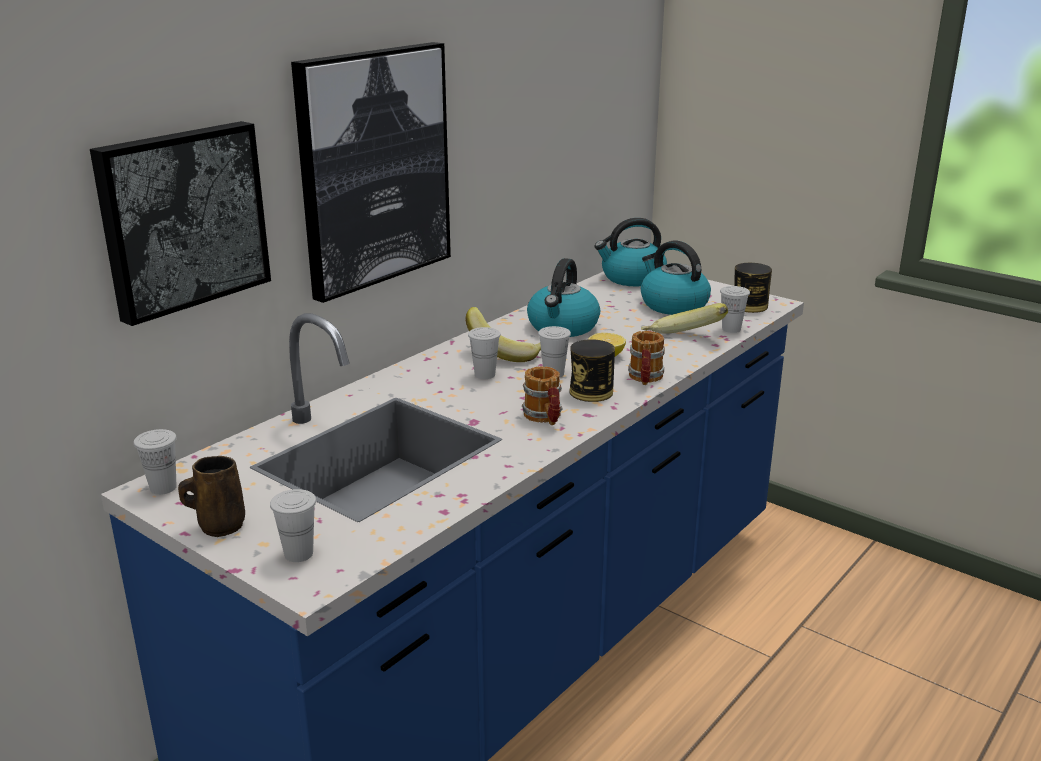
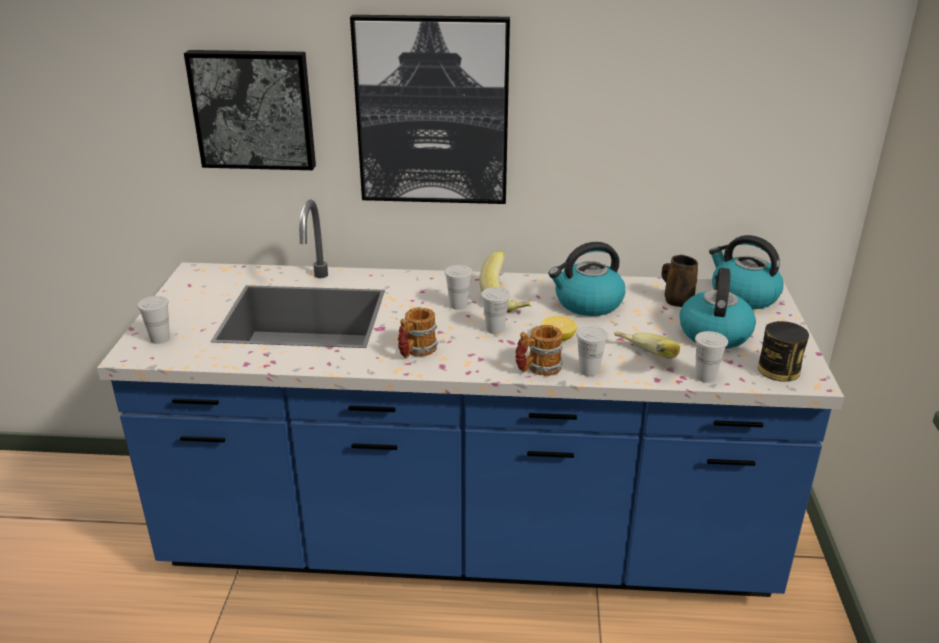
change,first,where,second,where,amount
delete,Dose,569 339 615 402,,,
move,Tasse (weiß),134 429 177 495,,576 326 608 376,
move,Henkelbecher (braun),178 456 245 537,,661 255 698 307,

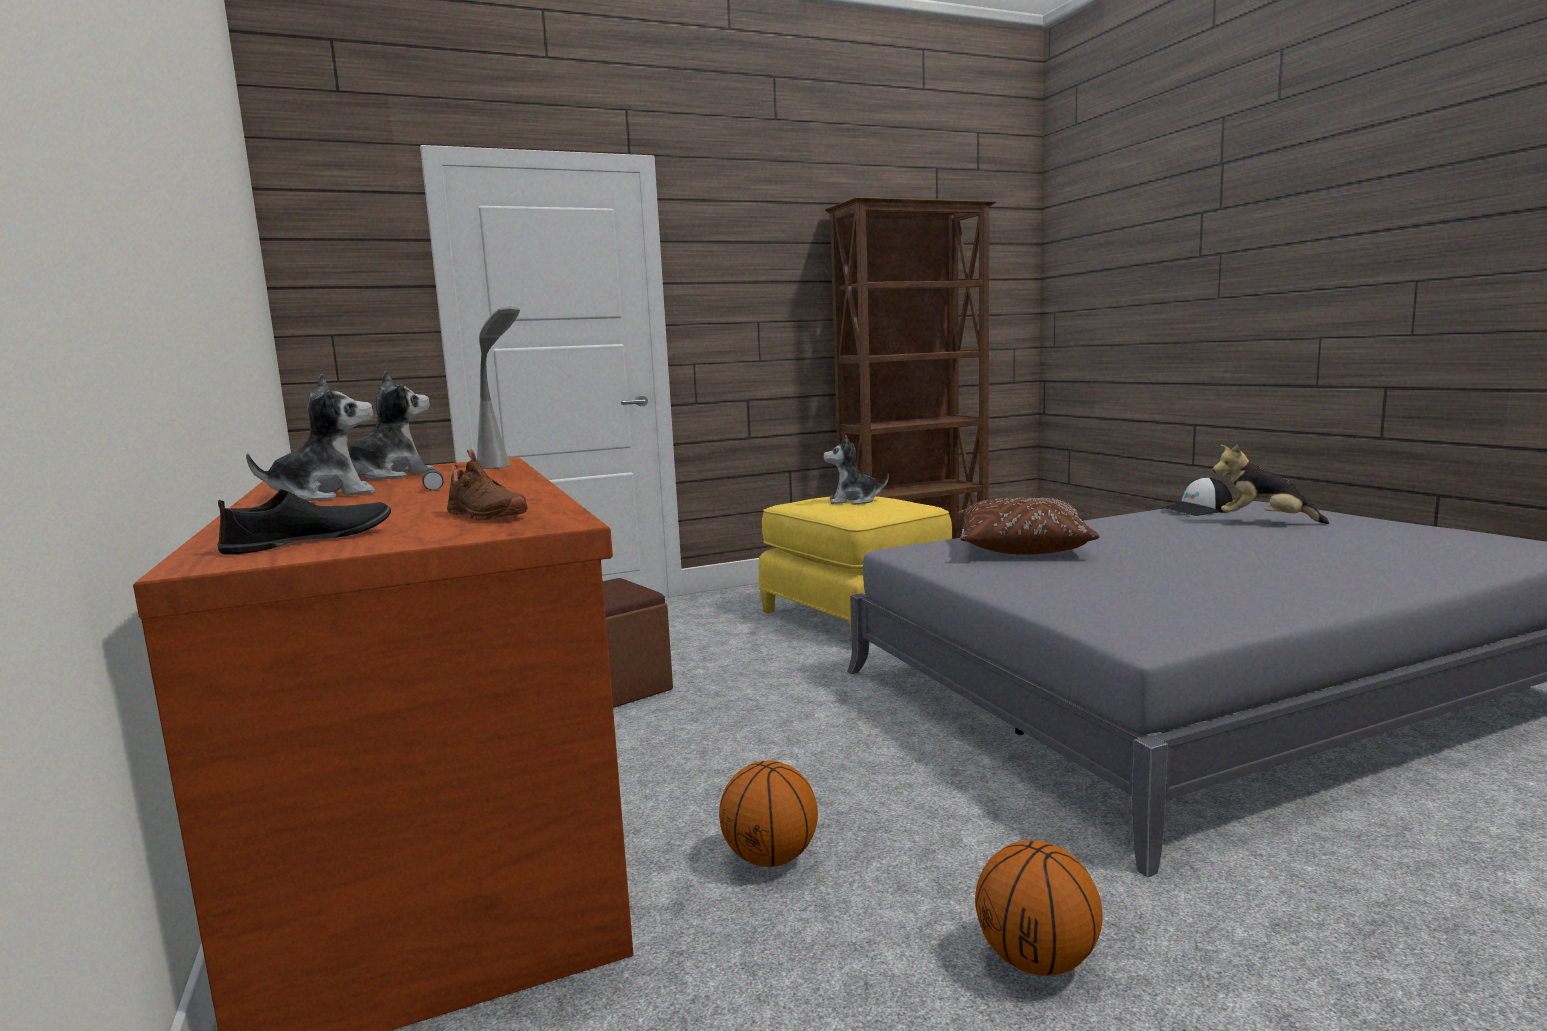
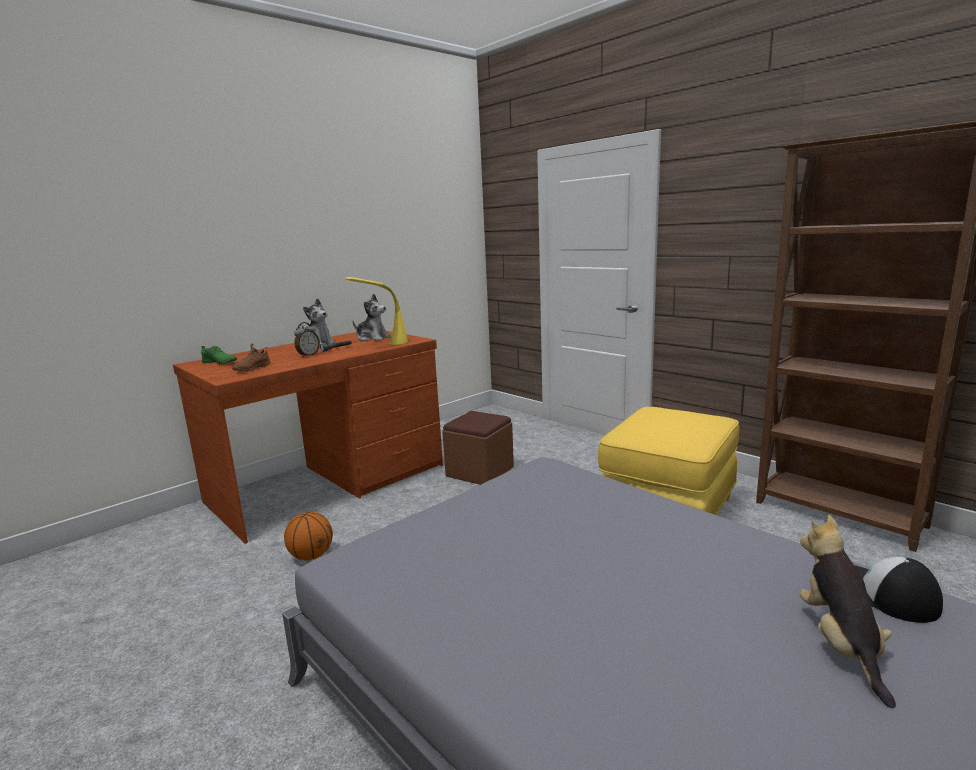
change,first,where,second,where,amount
recolor,Tischlampe (grau),477 306 520 469,Tischlampe (gelb),345 277 408 345,
delete,Plüschtier,823 435 889 505,,,
recolor,Schuh (schwarz),218 489 391 555,Schuh (grün),201 346 237 365,
delete,Kissen (braun),957 498 1099 555,,,
delete,Basketball,975 840 1103 976,,,
insert,,,Wecker,294 322 320 357,

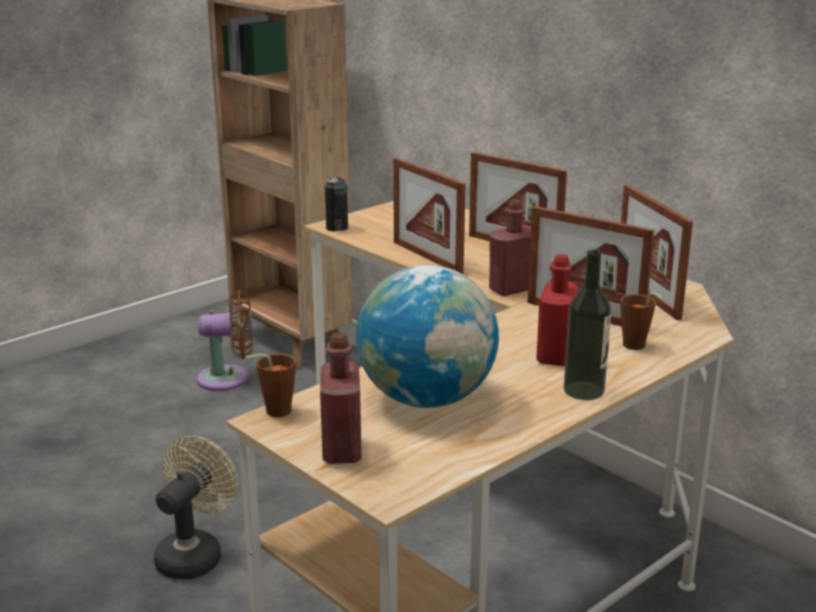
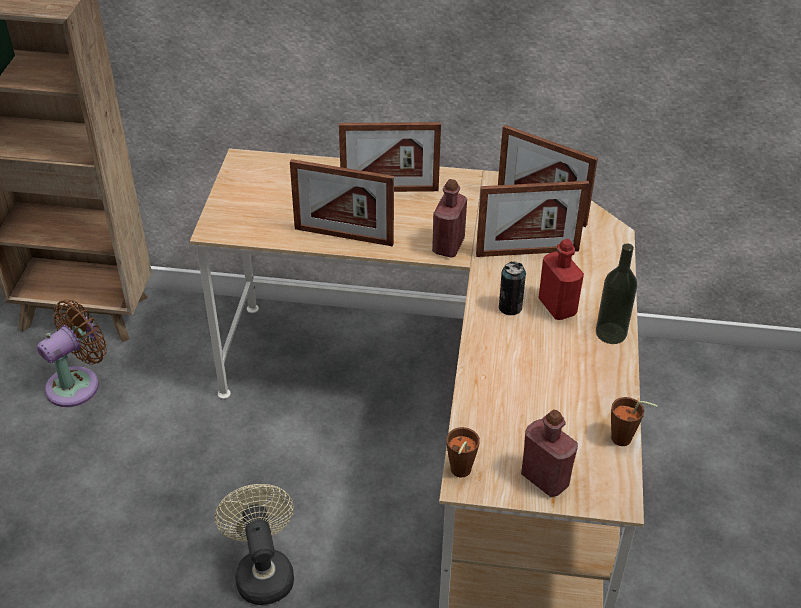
change,first,where,second,where,amount
move,Dose,325 177 348 232,,499 261 526 315,
delete,Globus,356 265 499 408,,,
move,Tasse (braun),620 292 663 350,,611 397 658 446,

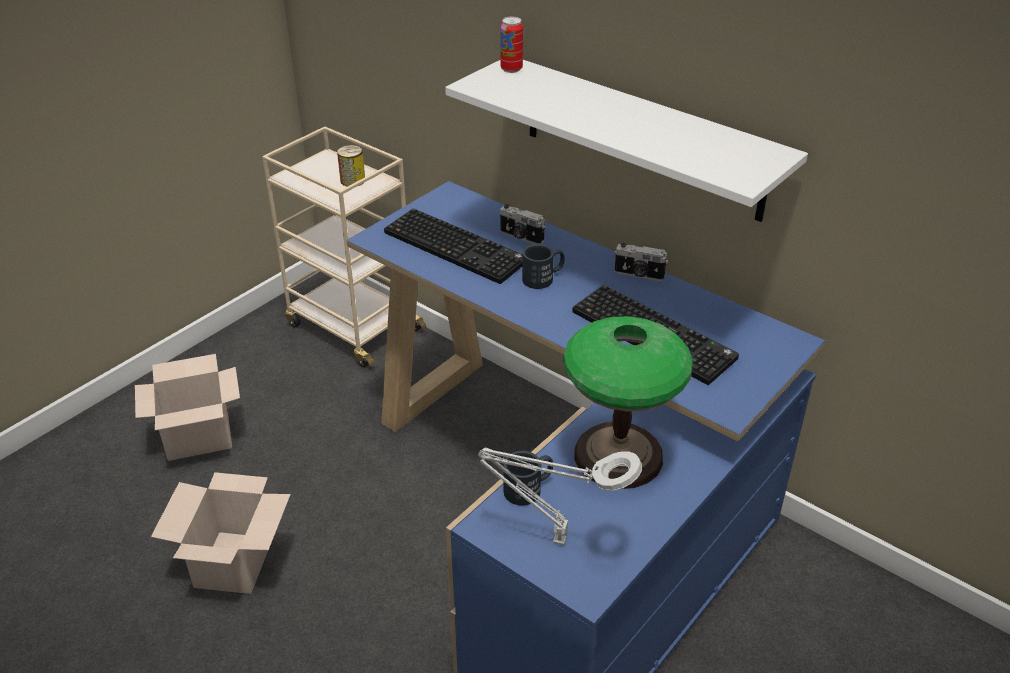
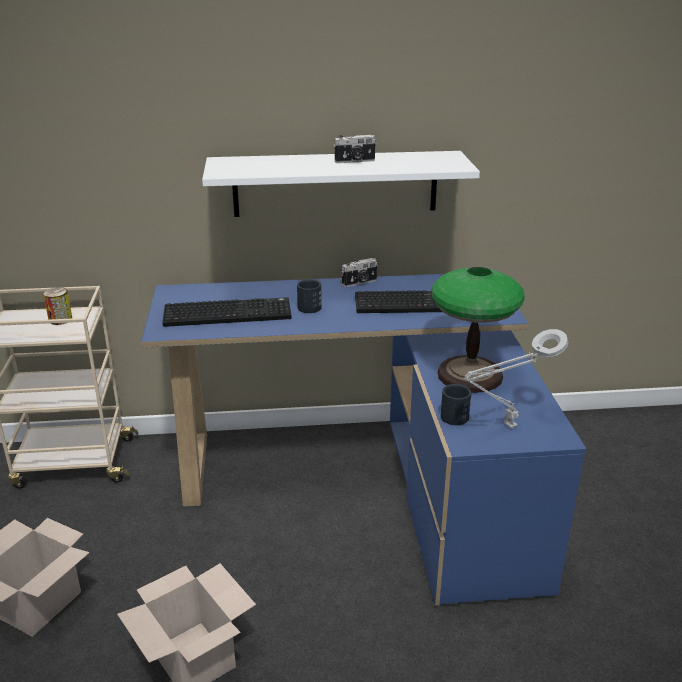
change,first,where,second,where,amount
delete,Dose,500 17 523 73,,,
move,Kamera,500 204 545 244,,333 135 377 163,

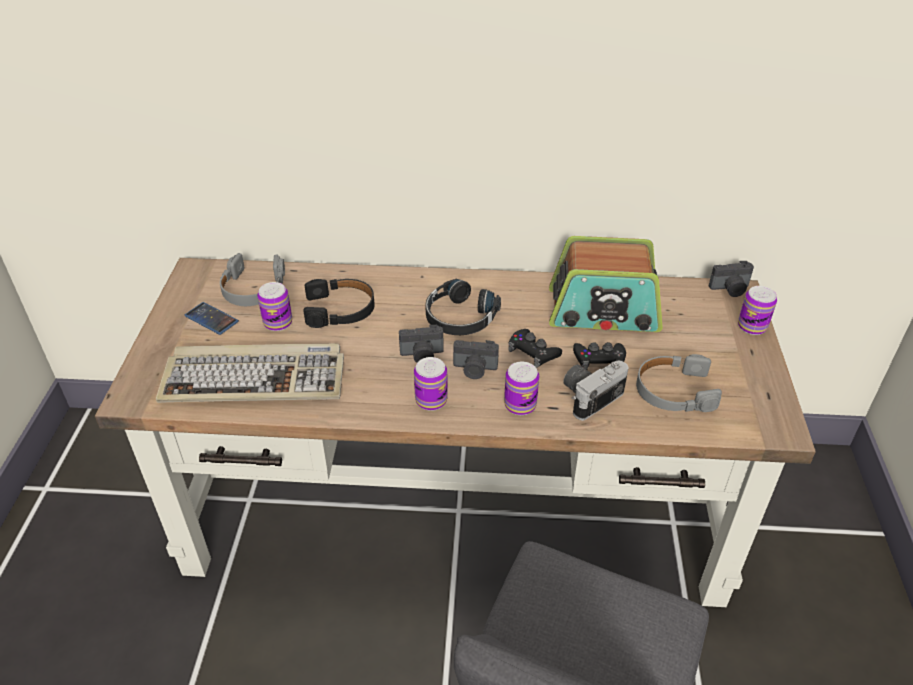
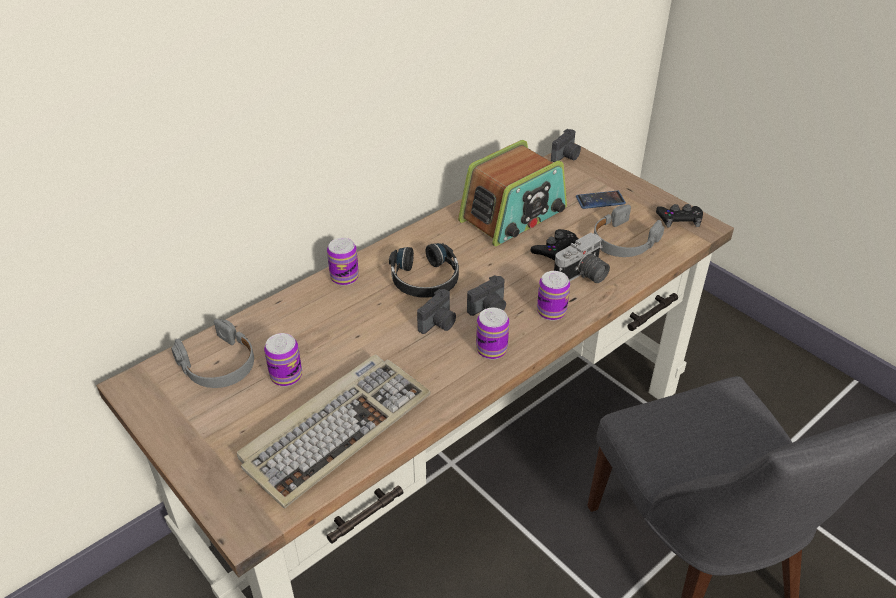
change,first,where,second,where,amount
delete,Kopfhörer (schwarz),303 279 375 328,,,
move,Dose,738 286 777 335,,327 238 359 286,
move,Handy,185 302 239 335,,576 191 626 209,
move,Gamepad (schwarz),508 329 562 368,,656 204 703 227,
rotate,Kamera,563 361 628 421,,554 233 610 283,135 degrees counterclockwise

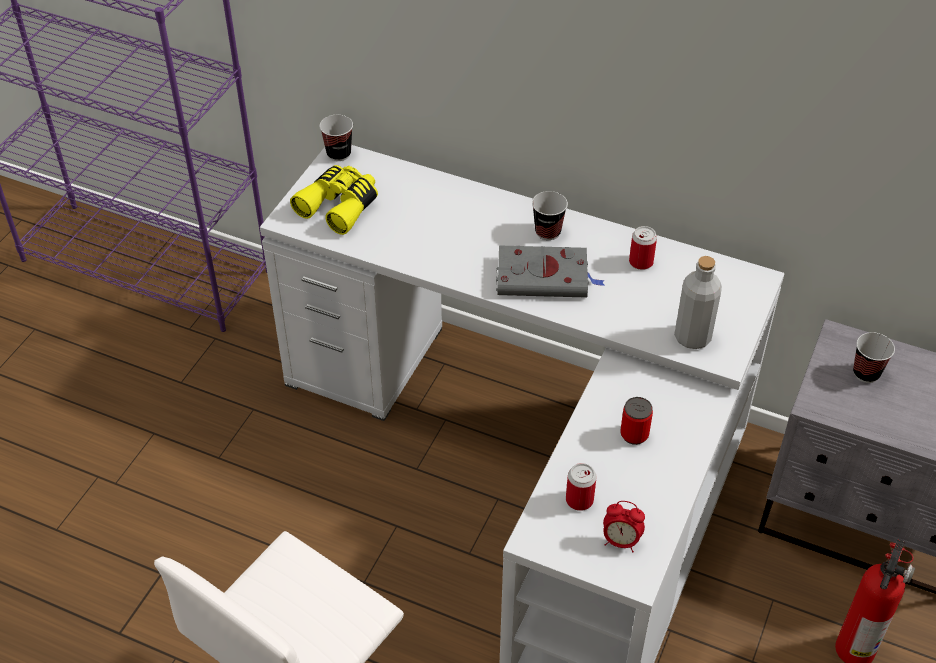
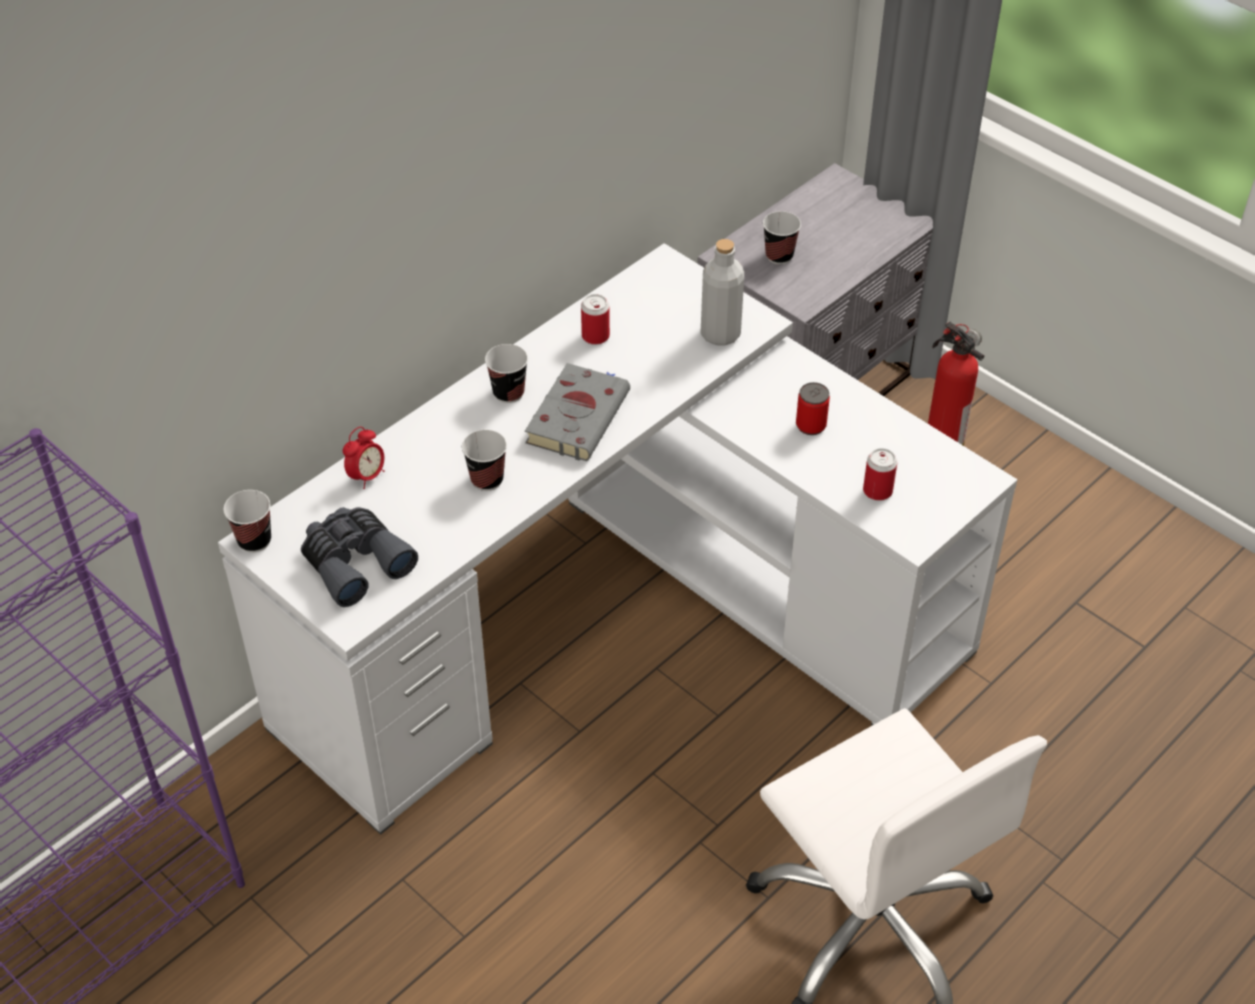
change,first,where,second,where,amount
recolor,Fernglas (gelb),290 165 378 235,Fernglas (grau),301 507 418 607,
move,Wecker,603 501 645 552,,343 427 385 489,
insert,,,Tasse,462 430 507 491,

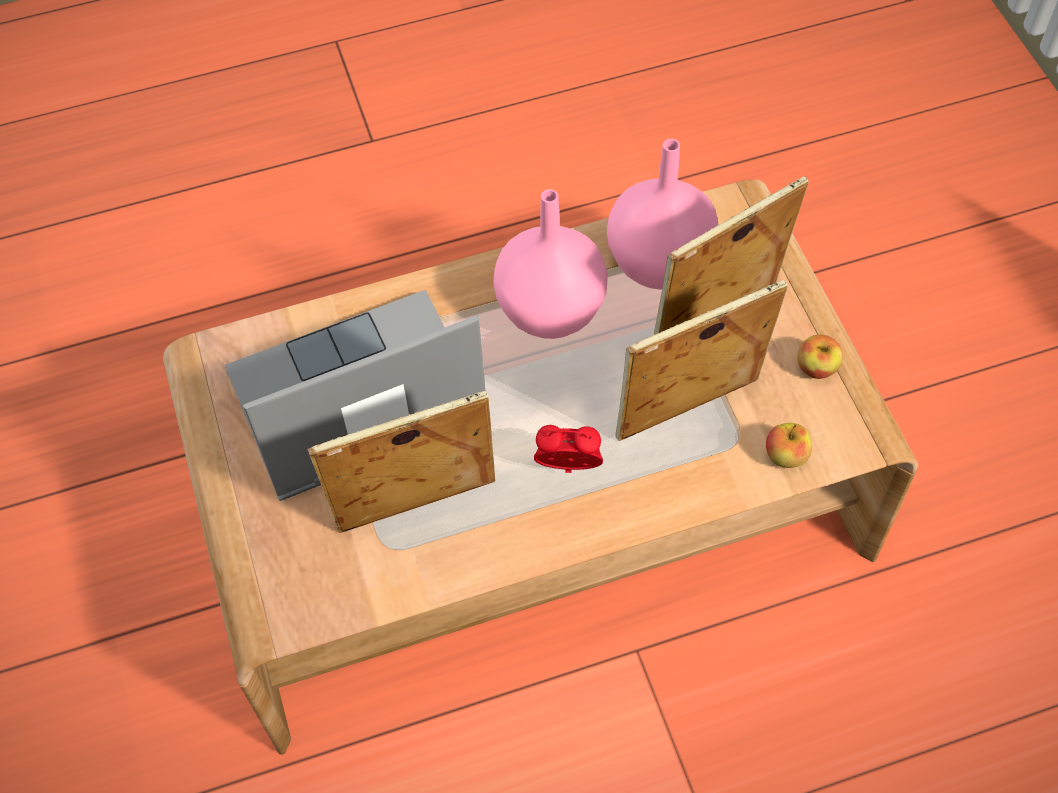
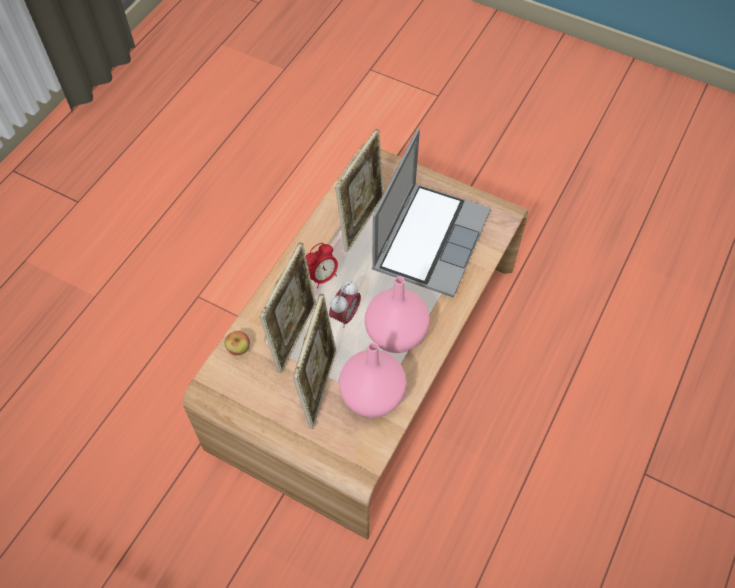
change,first,where,second,where,amount
delete,Apfel,797 335 843 379,,,
insert,,,Wecker,329 281 361 328,

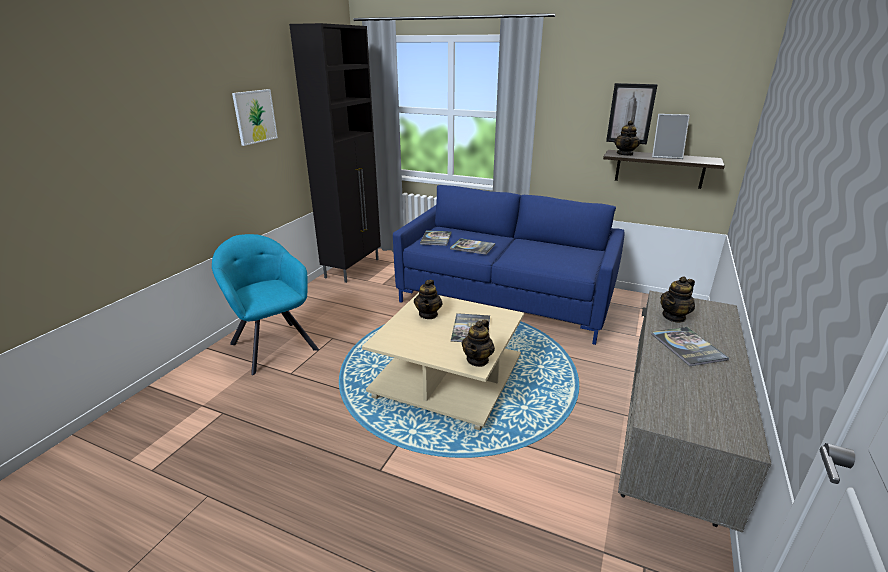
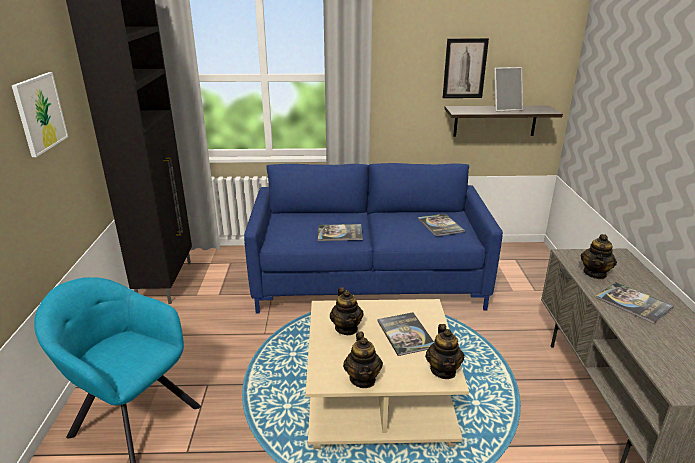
change,first,where,second,where,amount
move,Teekanne,614 120 640 156,,343 332 383 388,
move,Buch,420 230 451 246,,418 213 465 236,

